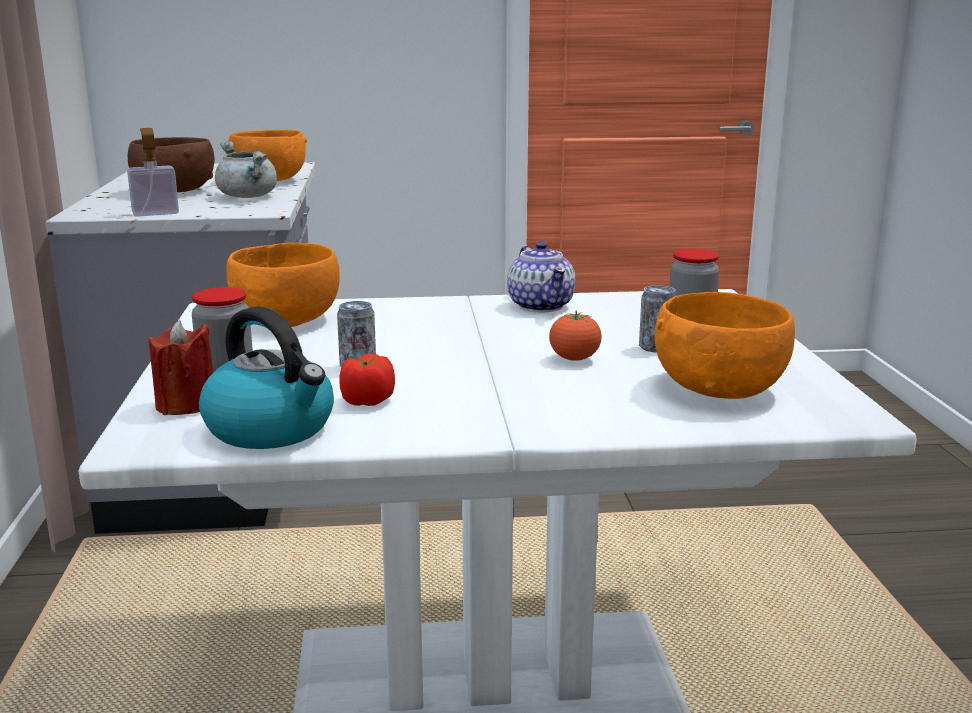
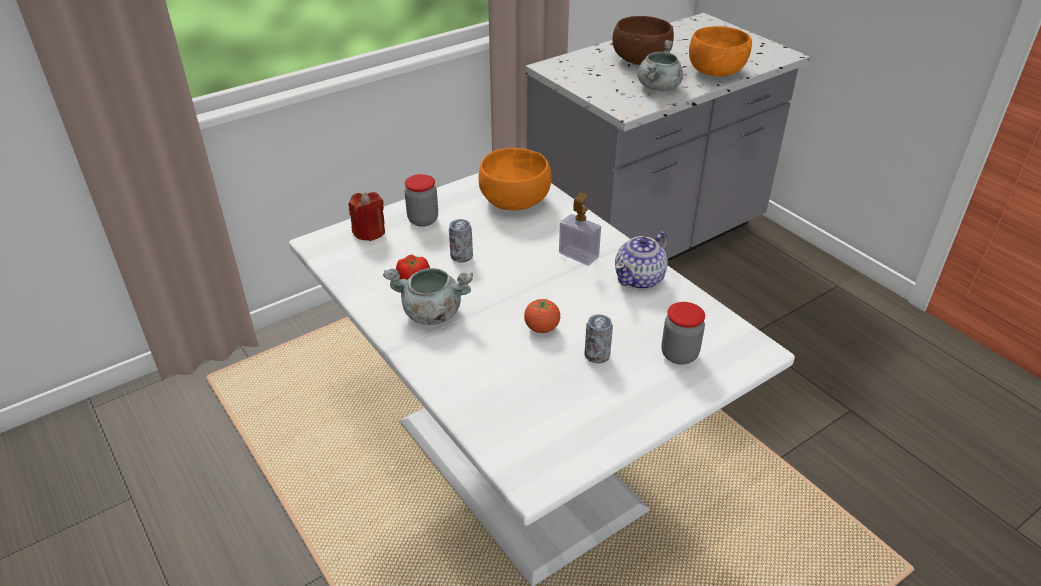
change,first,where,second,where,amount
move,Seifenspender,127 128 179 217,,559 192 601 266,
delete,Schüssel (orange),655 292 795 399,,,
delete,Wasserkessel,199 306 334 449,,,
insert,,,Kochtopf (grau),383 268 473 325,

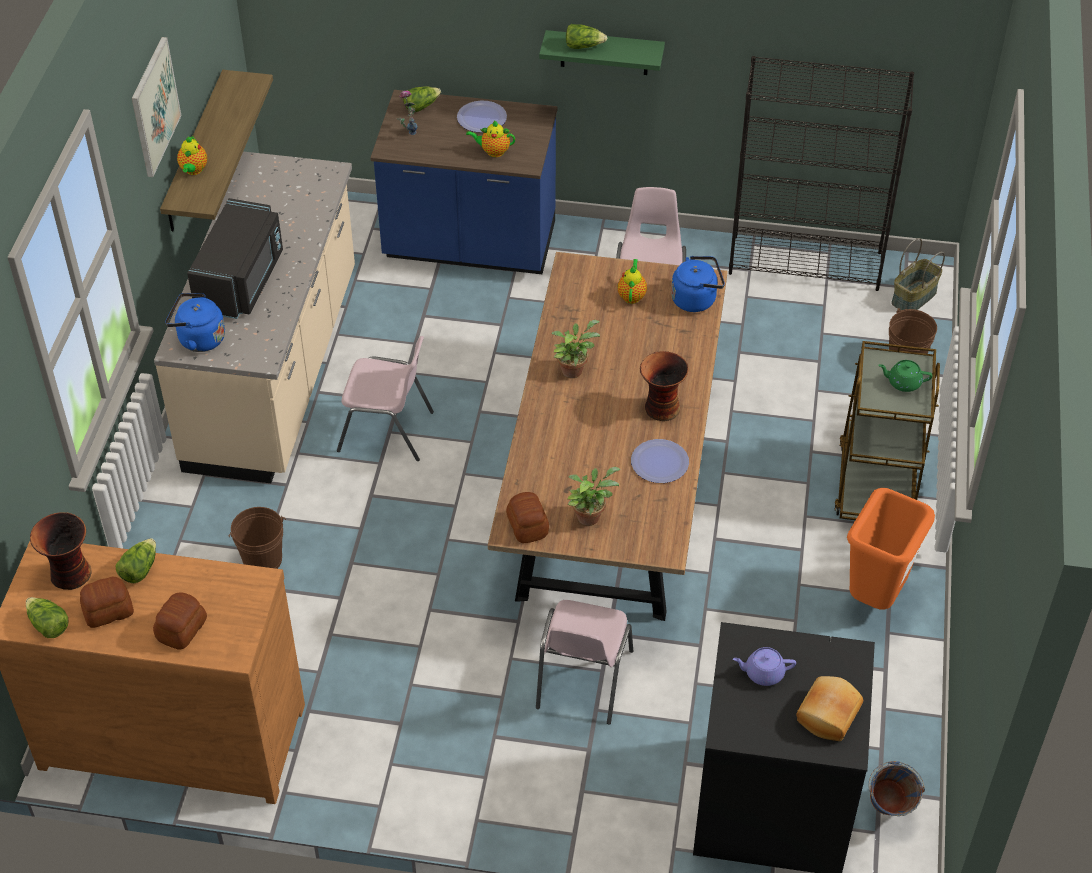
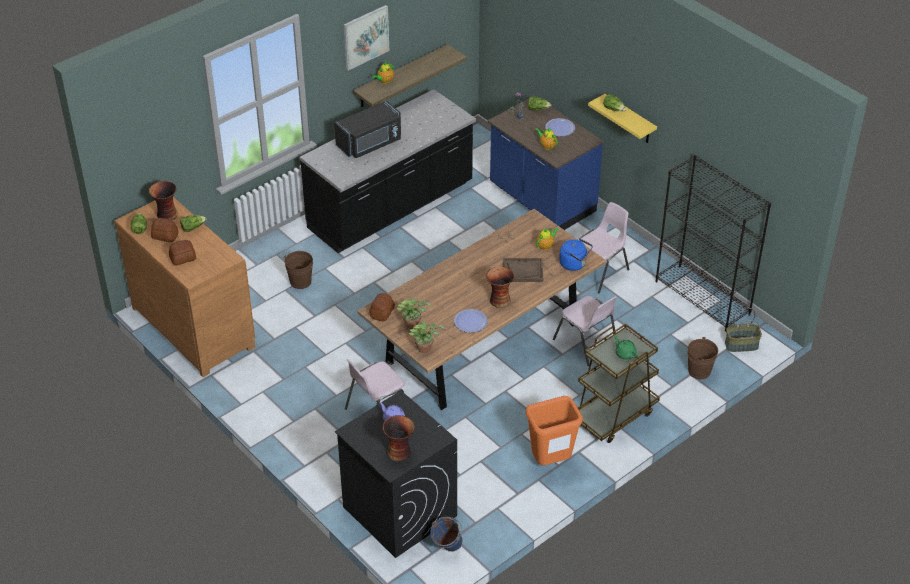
change,first,where,second,where,amount
recolor,Wandregal (grün),539 30 665 75,Wandregal (gelb),588 94 657 143,
recolor,Küchenzeile (beige),154 152 355 483,Küchenzeile (schwarz),299 89 476 253,
delete,Wasserkessel (blau),165 293 225 352,,,
move,Topfpflanze,551 320 600 378,,409 321 444 353,
move,Stuhl (rosa),337 336 434 461,,553 296 617 366,
replace,Brot,796 676 863 741,Vase,383 415 415 462,
insert,,,Tablett (braun),503 258 543 282,

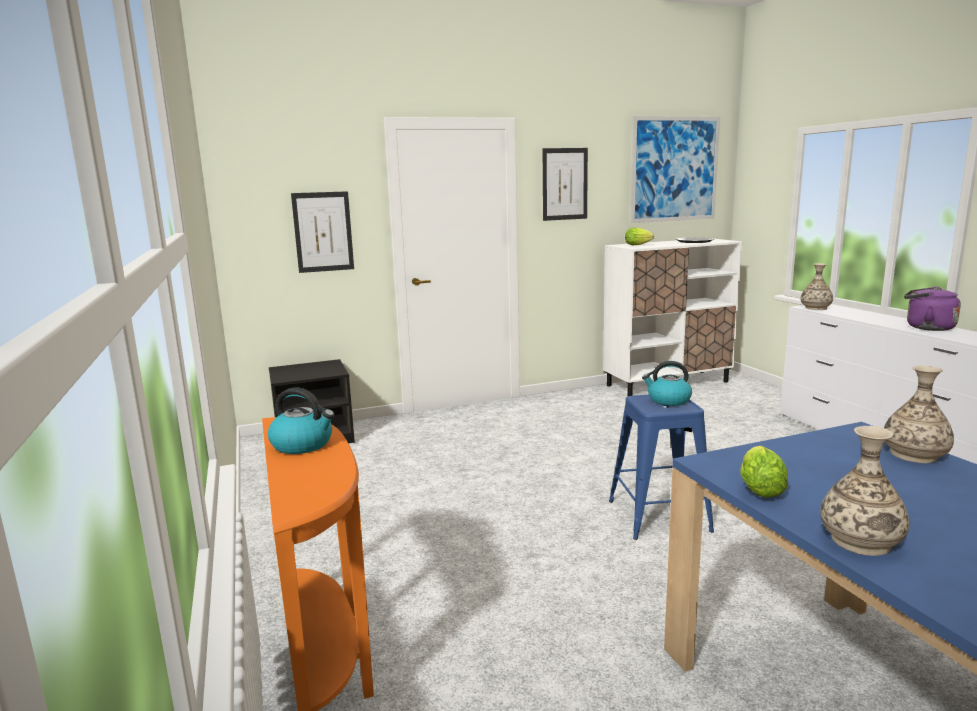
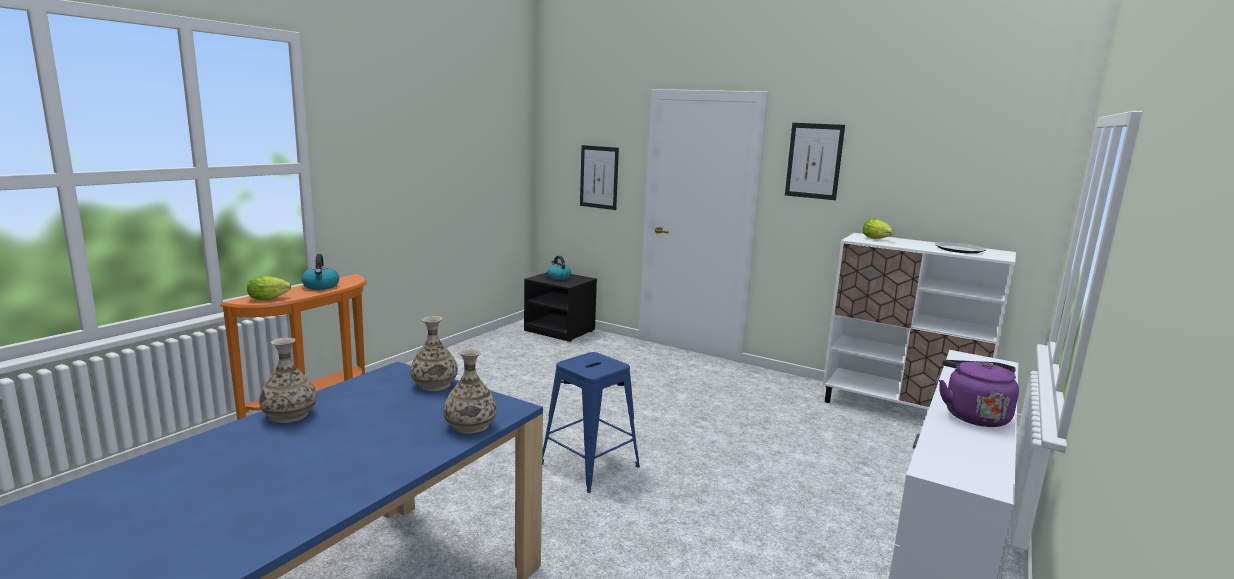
change,first,where,second,where,amount
delete,Bild,630 116 720 223,,,
move,Vase,801 263 833 310,,410 316 458 391,
move,Wasserkessel,642 361 692 406,,548 256 571 280,
move,Salatkopf,741 446 788 497,,247 276 291 300,

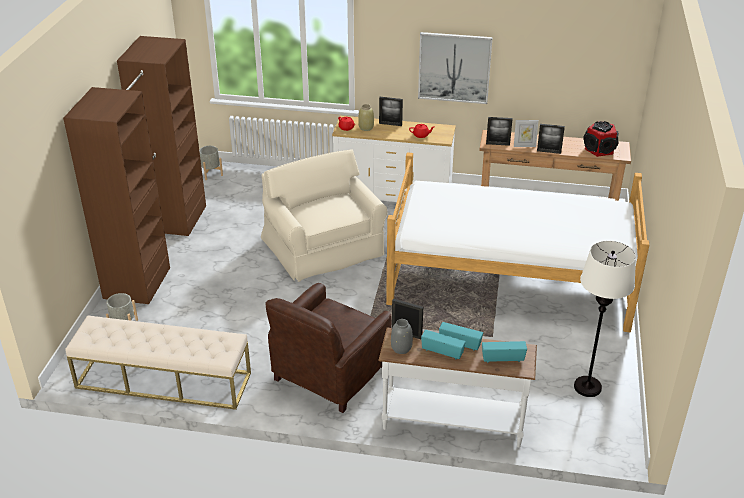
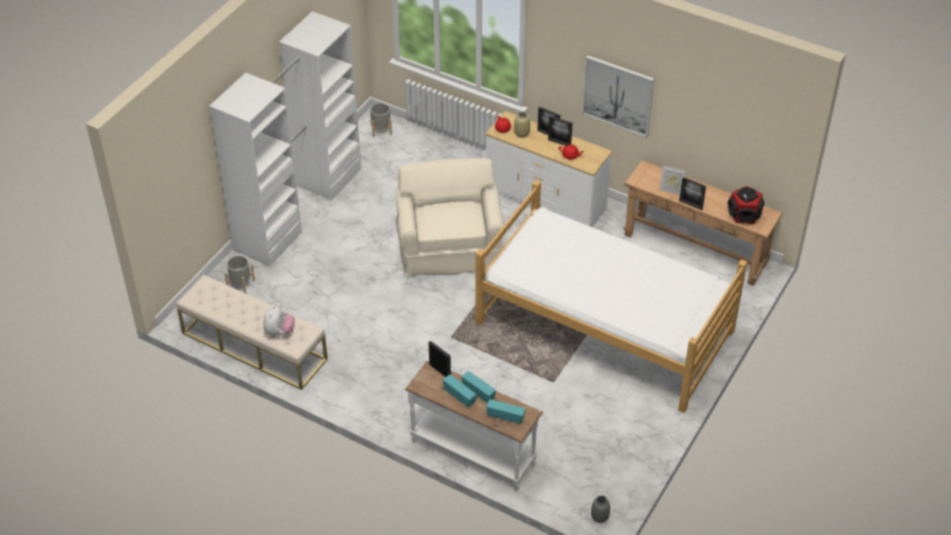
change,first,where,second,where,amount
recolor,Kleiderschrank (braun),63 36 206 304,Kleiderschrank (weiß),209 11 361 267,
move,Bilderrahmen,486 117 512 146,,548 116 572 146,
delete,Stehlampe (weiß),574 241 636 397,,,
delete,Sessel (braun),265 283 392 413,,,
move,Vase (grau),391 319 413 354,,591 495 610 523,
insert,,,Plüschtier,263 305 295 336,

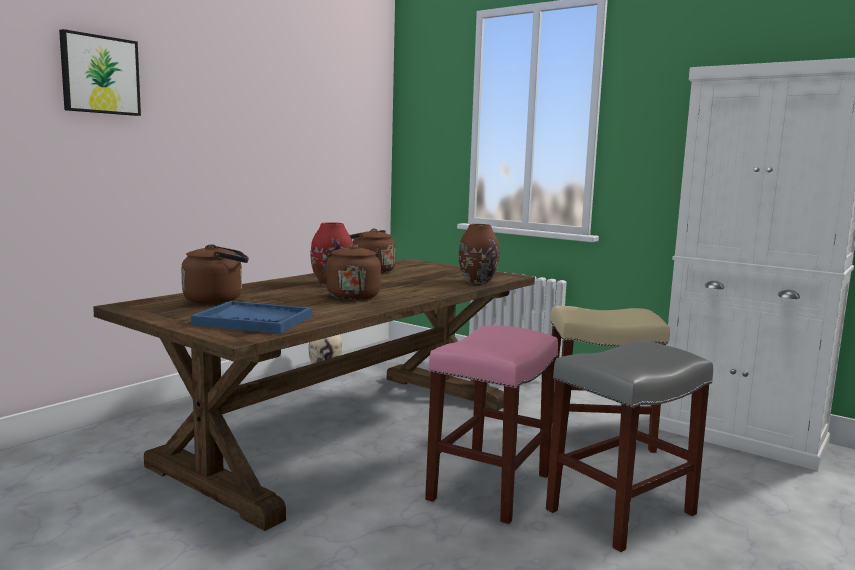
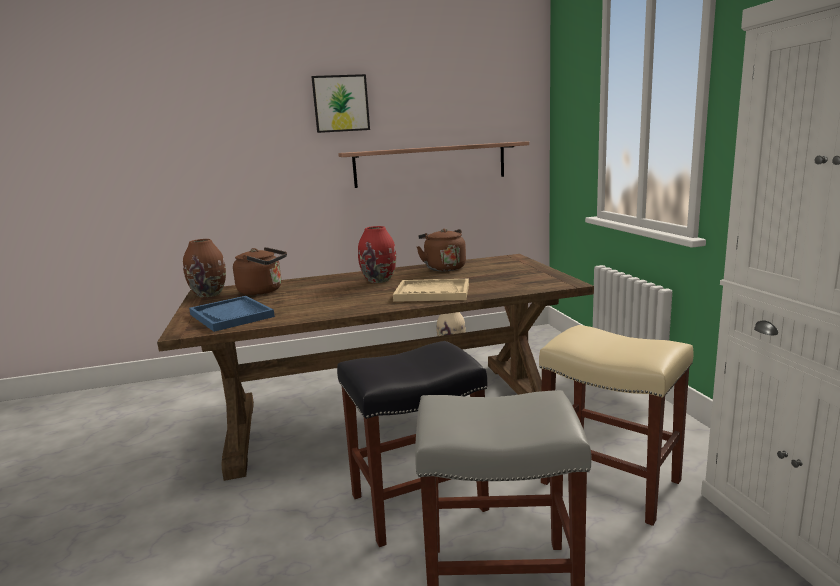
change,first,where,second,where,amount
move,Bild,59 29 141 116,,312 74 370 133,
move,Vase (braun),458 224 499 284,,183 239 226 297,
delete,Wasserkessel (braun),314 244 381 300,,,
recolor,Hocker (rosa),425 325 558 524,Hocker (schwarz),337 341 489 547,
insert,,,Wandregal,338 141 529 188,
insert,,,Tablett (beige),393 279 469 302,

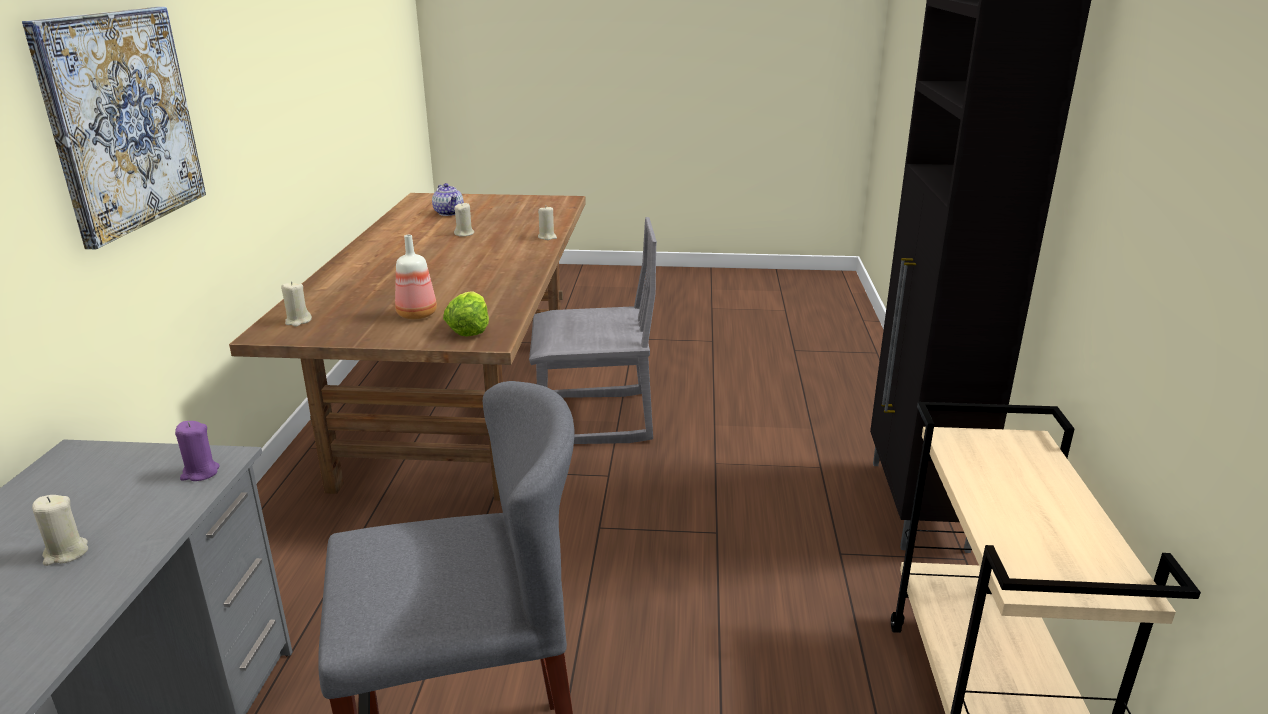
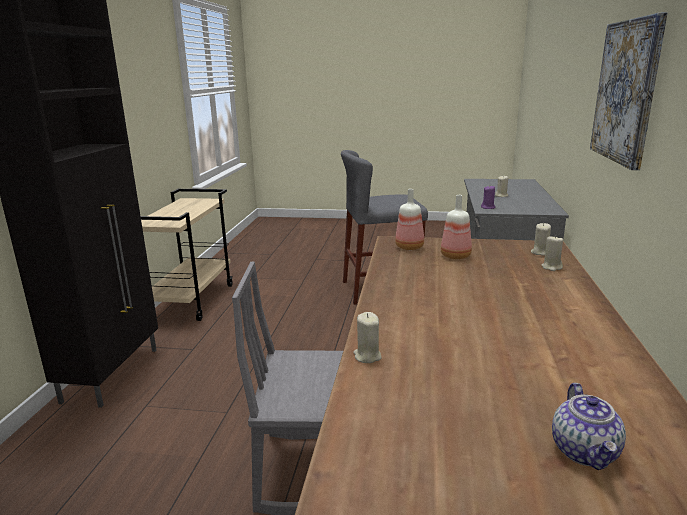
change,first,where,second,where,amount
rotate,Teekanne,432 183 464 216,,552 383 626 470,150 degrees counterclockwise
move,Kerze (beige),454 203 474 237,,542 235 563 271,
replace,Salatkopf,443 291 489 337,Flasche,395 189 424 250,

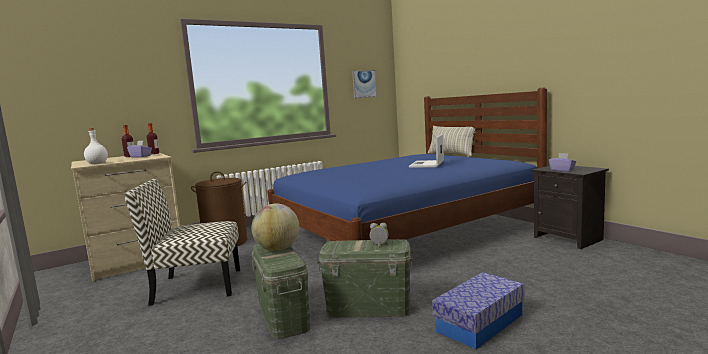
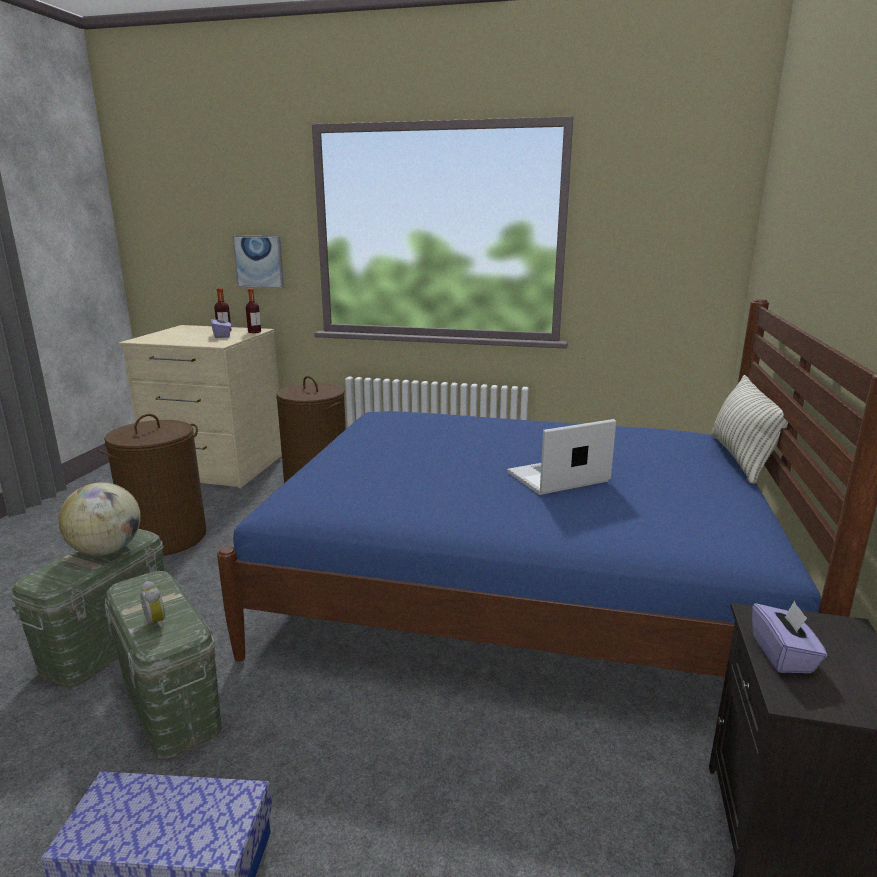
change,first,where,second,where,amount
move,Bild,352 70 377 98,,232 236 284 288,
delete,Flasche (weiß),84 128 108 164,,,
replace,Stuhl,124 179 240 306,Wäschekorb (braun),98 414 206 556,

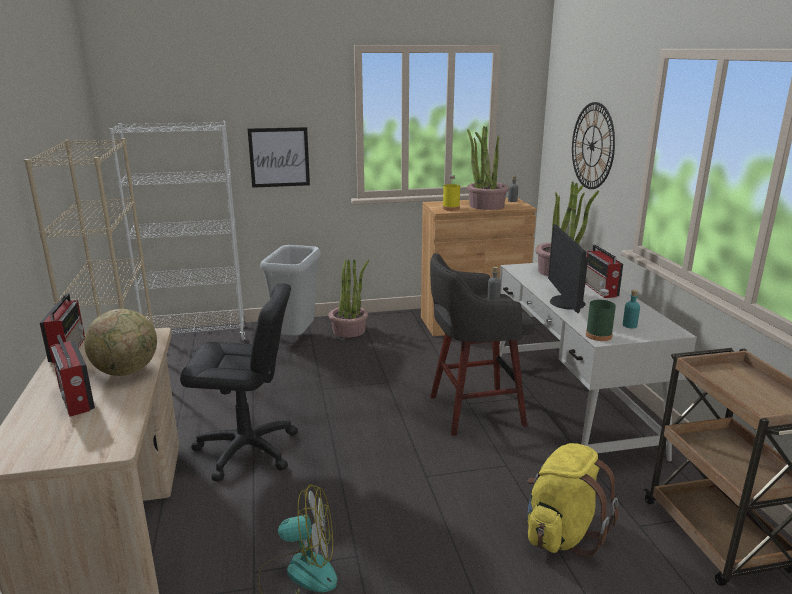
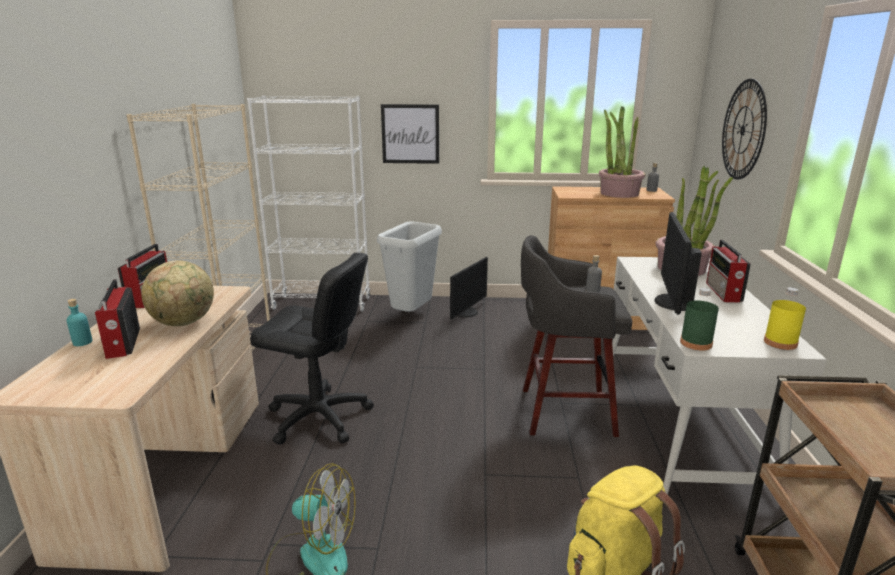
change,first,where,second,where,amount
move,Flasche (gelb),443 175 460 211,,764 287 806 350,
replace,Topfpflanze,329 259 369 338,Monitor,450 257 488 319,
move,Flasche (türkis),623 290 640 328,,66 299 92 346,

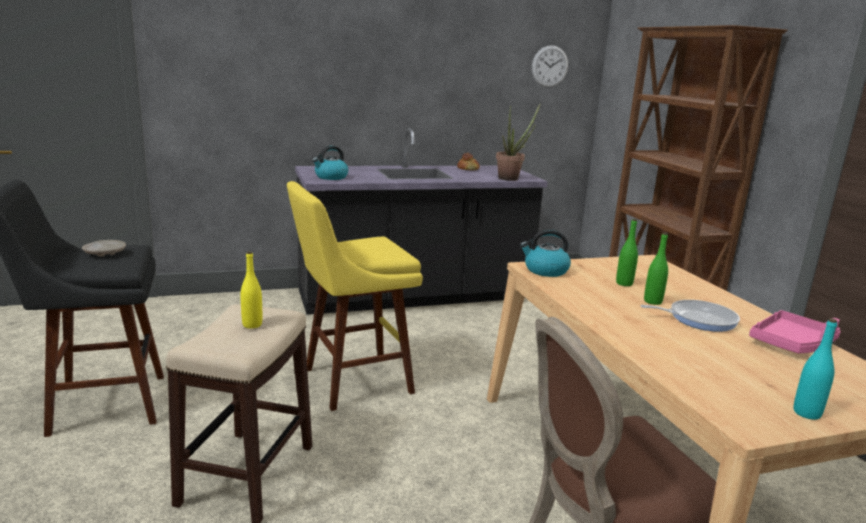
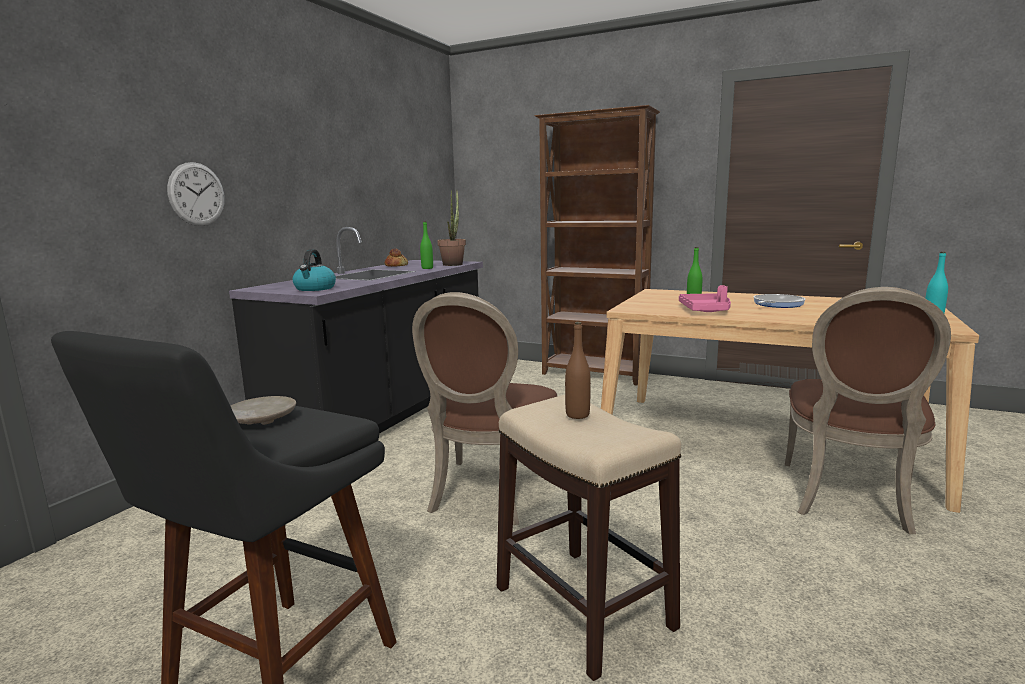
change,first,where,second,where,amount
move,Wanduhr,532 45 568 88,,167 162 225 226,
replace,Hocker (gelb),287 181 423 411,Stuhl (braun),412 292 557 525,
delete,Wasserkessel,520 229 571 277,,,
move,Flasche (grün),644 232 668 305,,420 221 433 269,
recolor,Flasche (gelb),240 251 262 329,Flasche (braun),565 322 591 419,
move,Tablett (rosa),749 310 841 353,,679 285 731 312,

